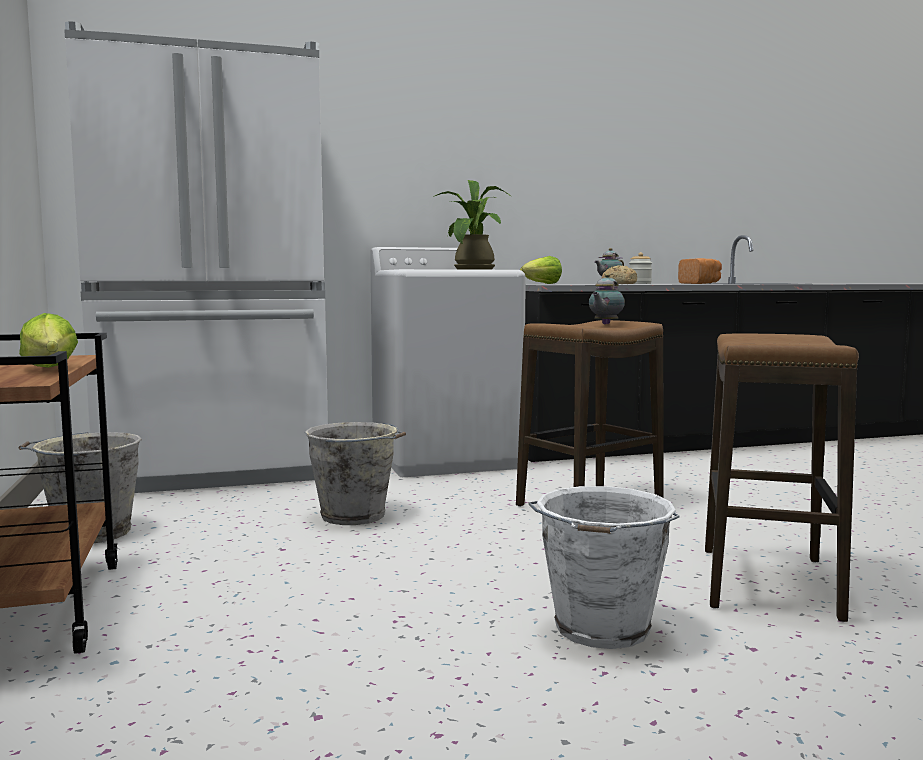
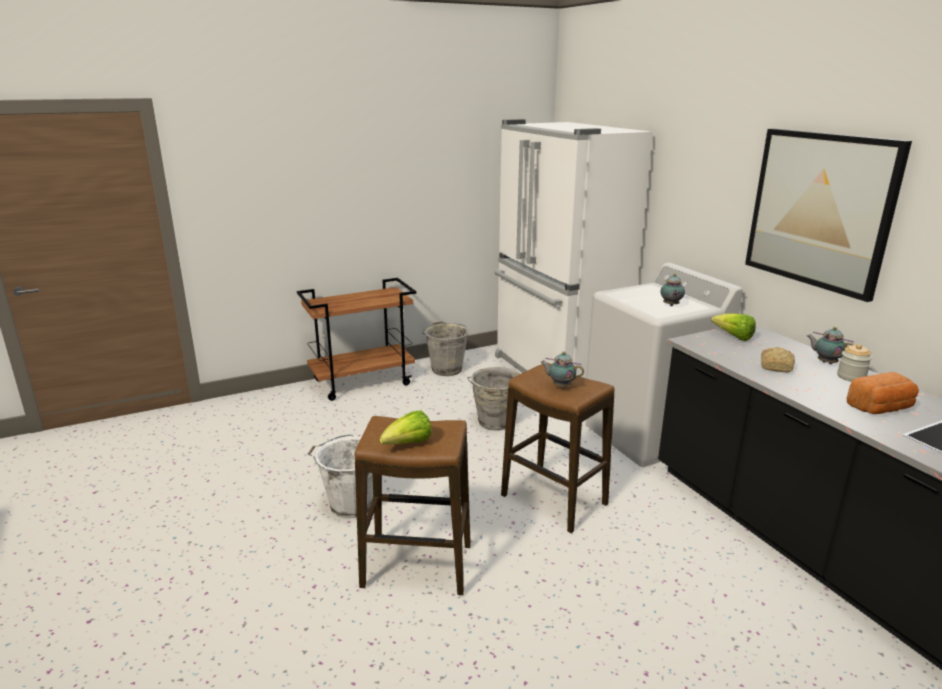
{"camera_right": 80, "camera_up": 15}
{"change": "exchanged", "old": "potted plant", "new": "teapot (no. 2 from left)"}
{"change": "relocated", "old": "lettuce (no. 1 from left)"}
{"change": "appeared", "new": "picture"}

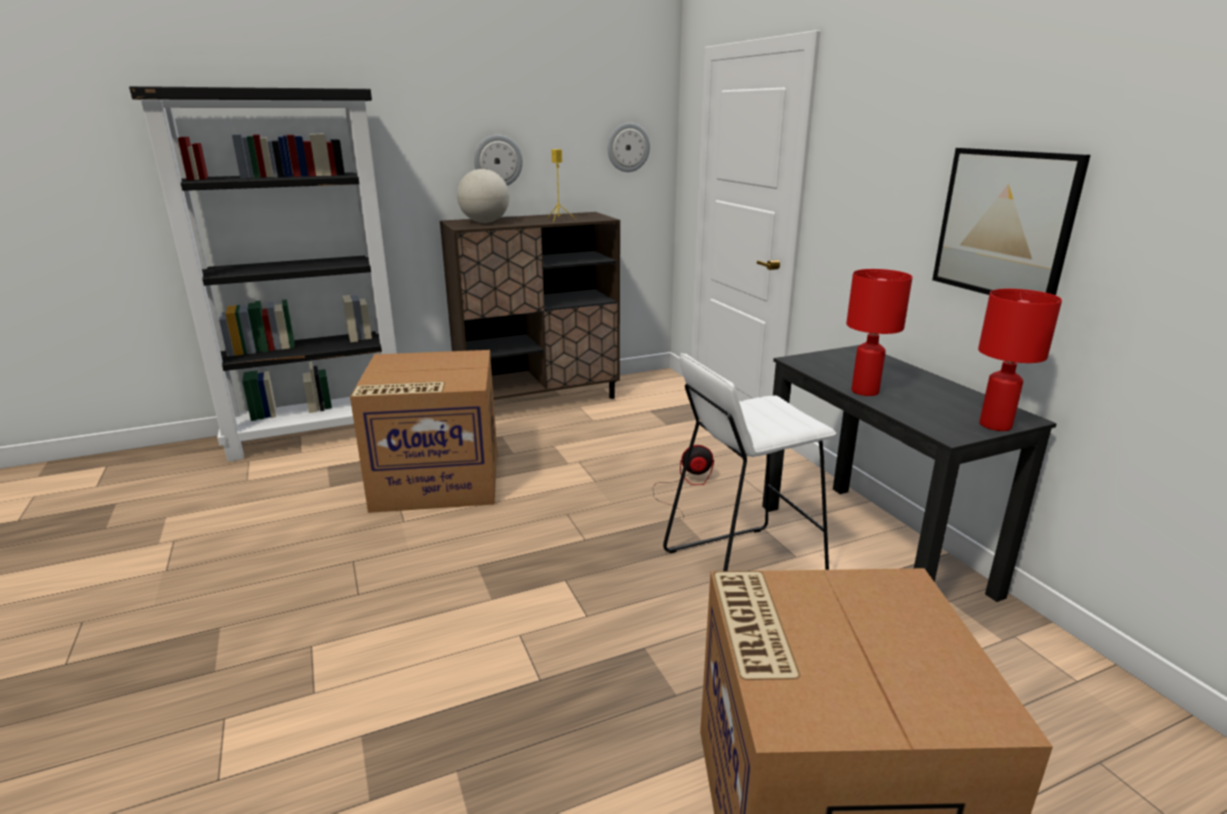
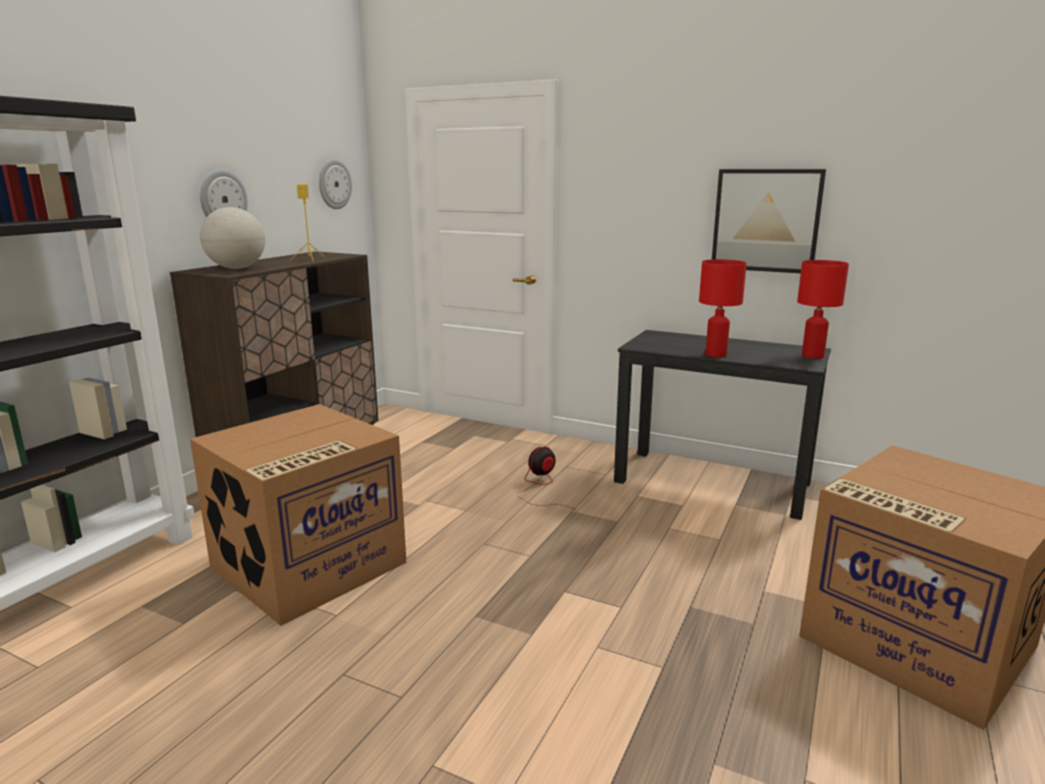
{"camera_right": -40, "camera_up": -5}
{"change": "missing", "old": "white stool"}

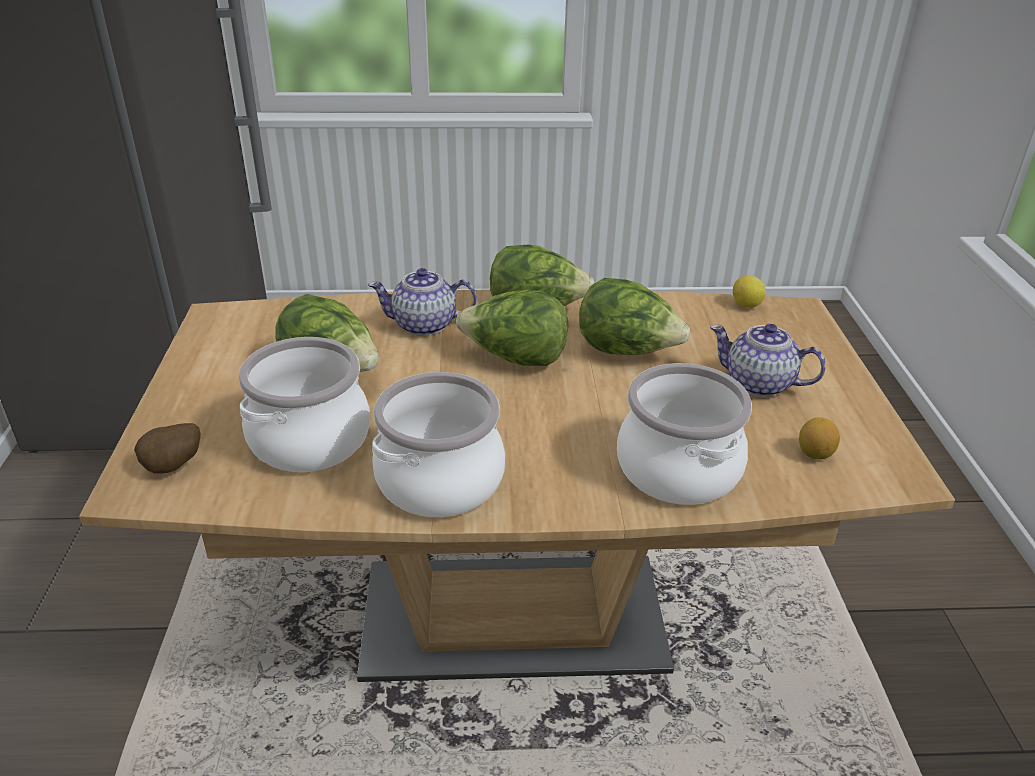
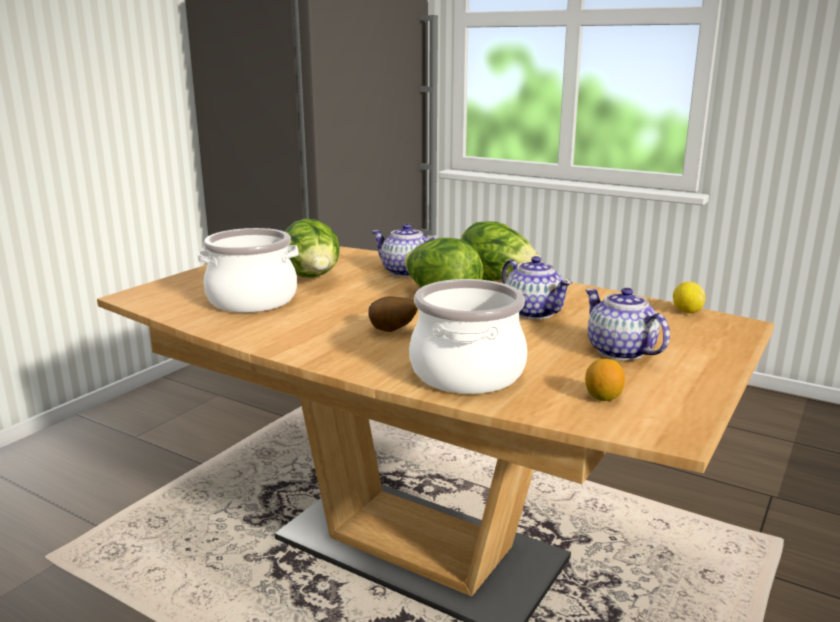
{"camera_right": 35, "camera_up": -15}
{"change": "exchanged", "old": "lettuce (no. 4 from left)", "new": "teapot (no. 2 from left)"}
{"change": "missing", "old": "cooking pot (no. 2 from left)"}
{"change": "relocated", "old": "potato"}

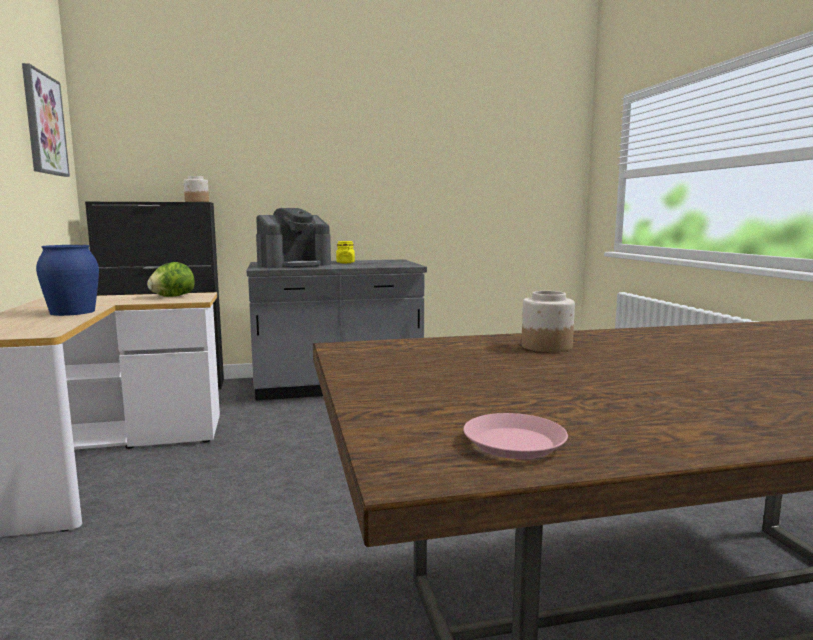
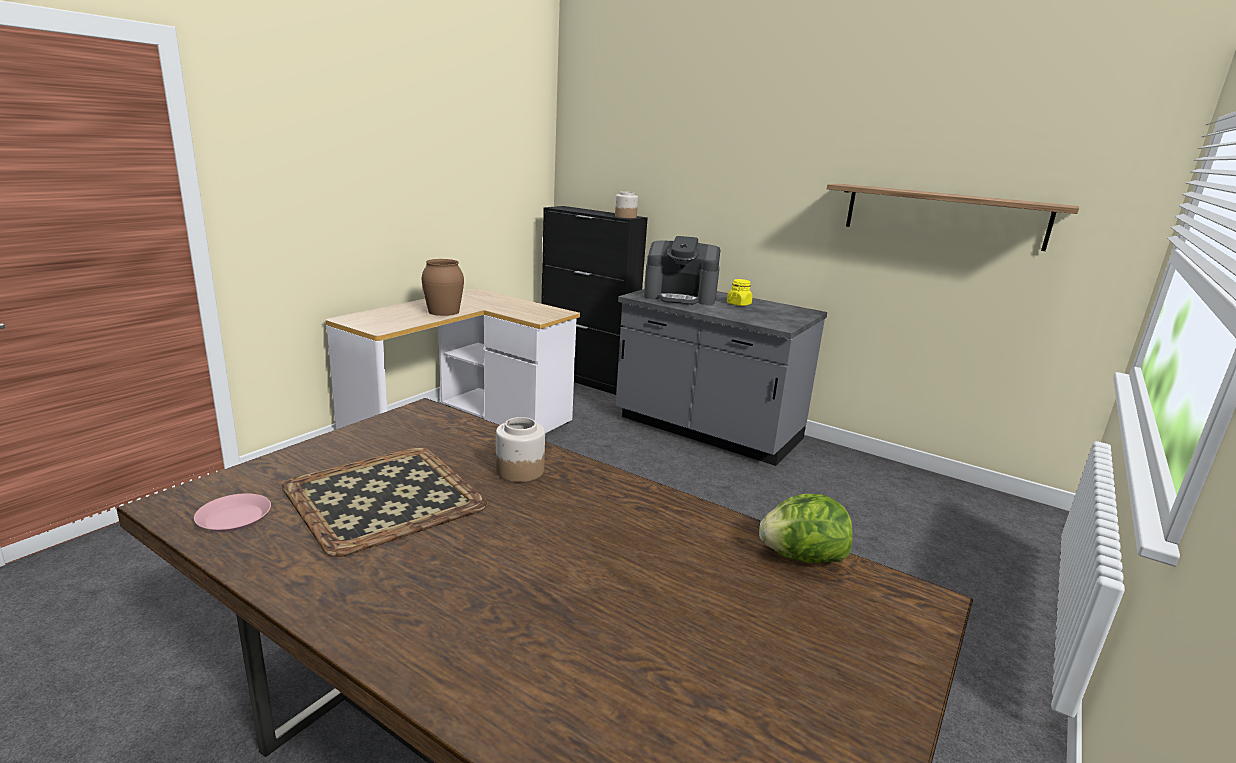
{"camera_right": 45, "camera_up": 10}
{"change": "missing", "old": "picture"}
{"change": "colour", "old": "blue vase", "new": "brown vase"}
{"change": "relocated", "old": "lettuce"}
{"change": "appeared", "new": "shelf"}
{"change": "appeared", "new": "tray"}

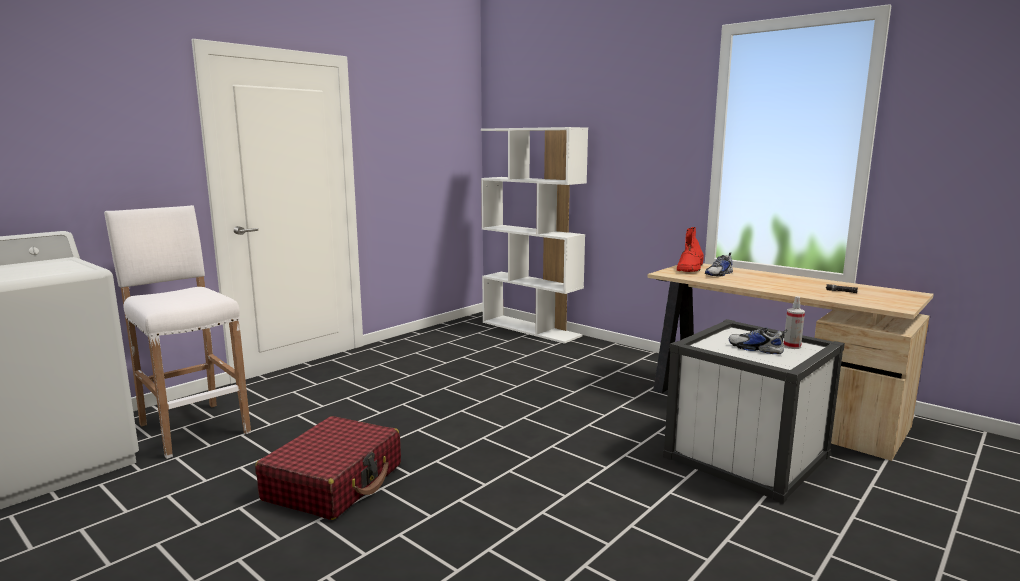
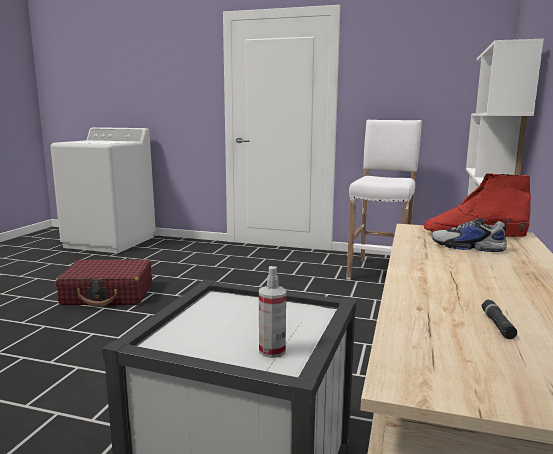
{"camera_right": 65, "camera_up": 0}
{"change": "relocated", "old": "white stool"}
{"change": "missing", "old": "shoe (no. 2 from left)"}

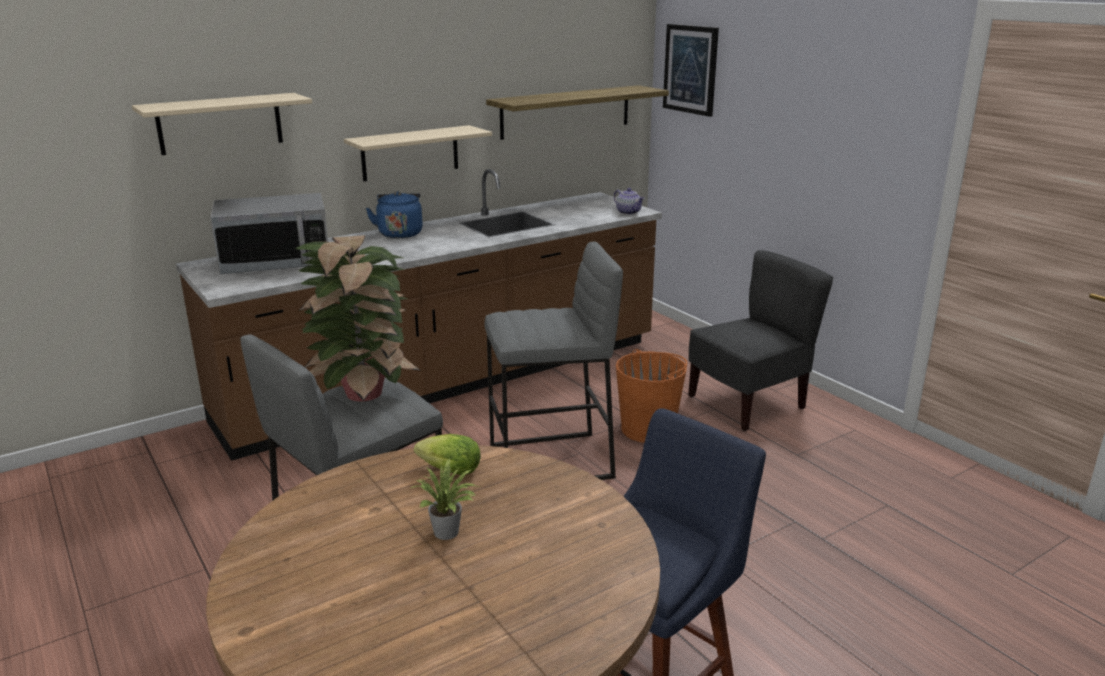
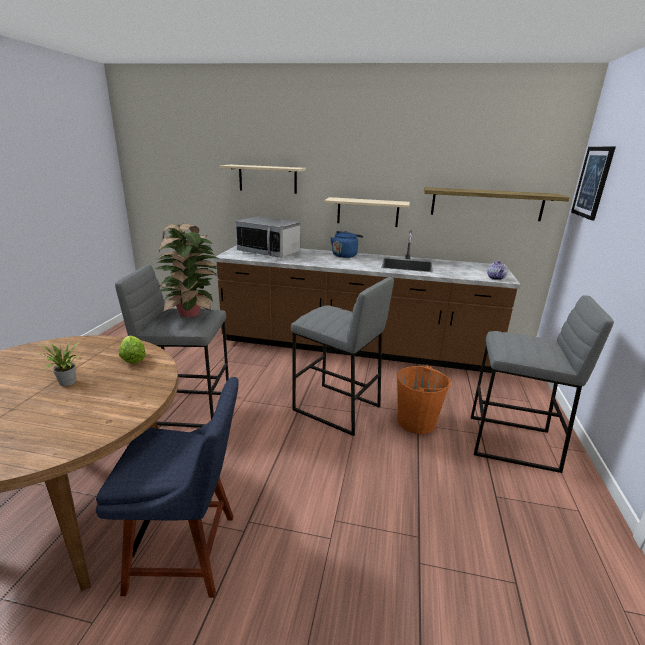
{"camera_right": 45, "camera_up": 0}
{"change": "exchanged", "old": "grey chair", "new": "grey stool (no. 3 from left)"}

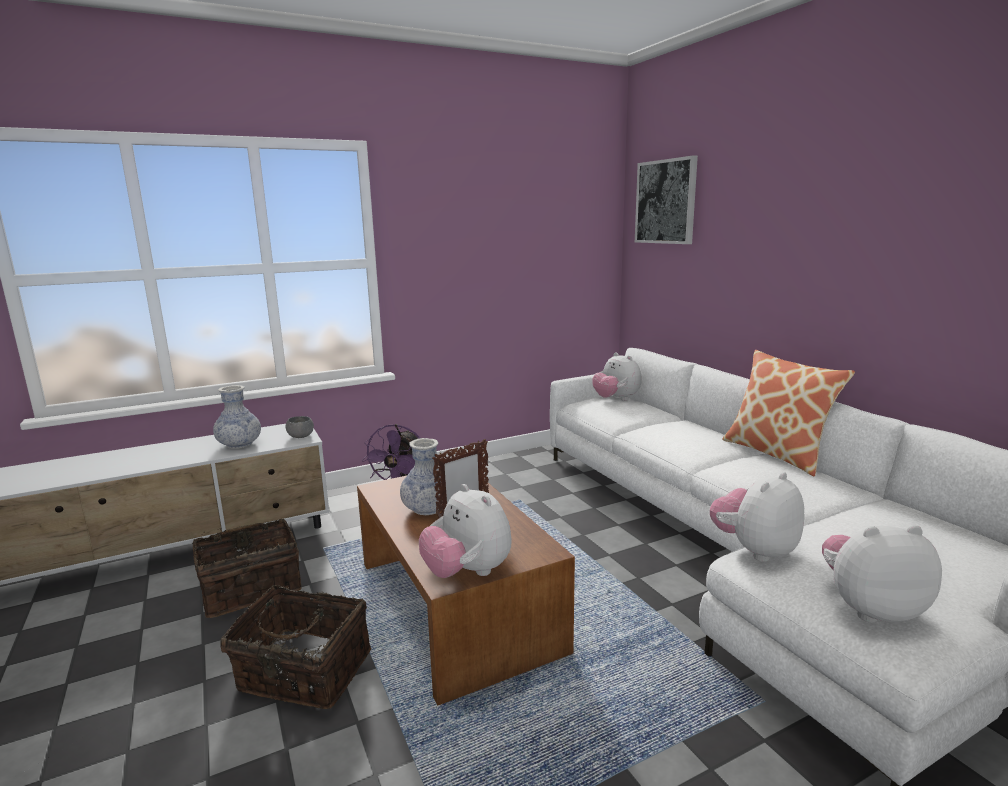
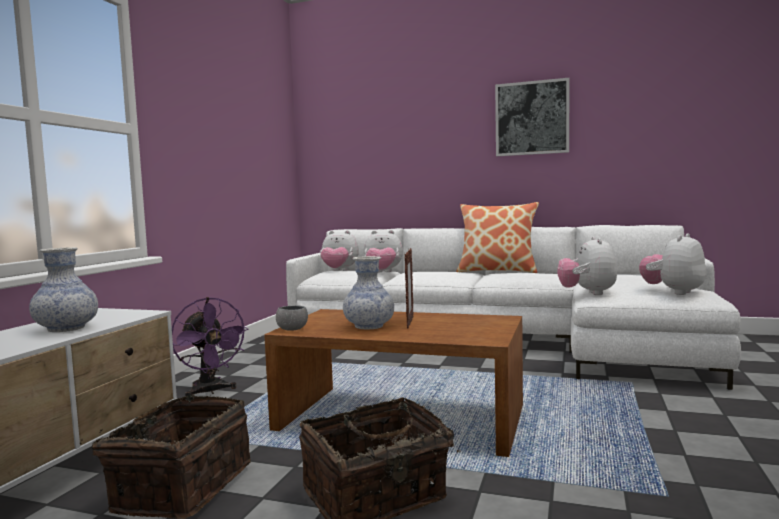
{"camera_right": -45, "camera_up": -10}
{"change": "relocated", "old": "picture"}
{"change": "relocated", "old": "grey bowl"}
{"change": "relocated", "old": "plush toy (no. 1 from left in the first image)", "new": "plush toy (no. 2 from left)"}

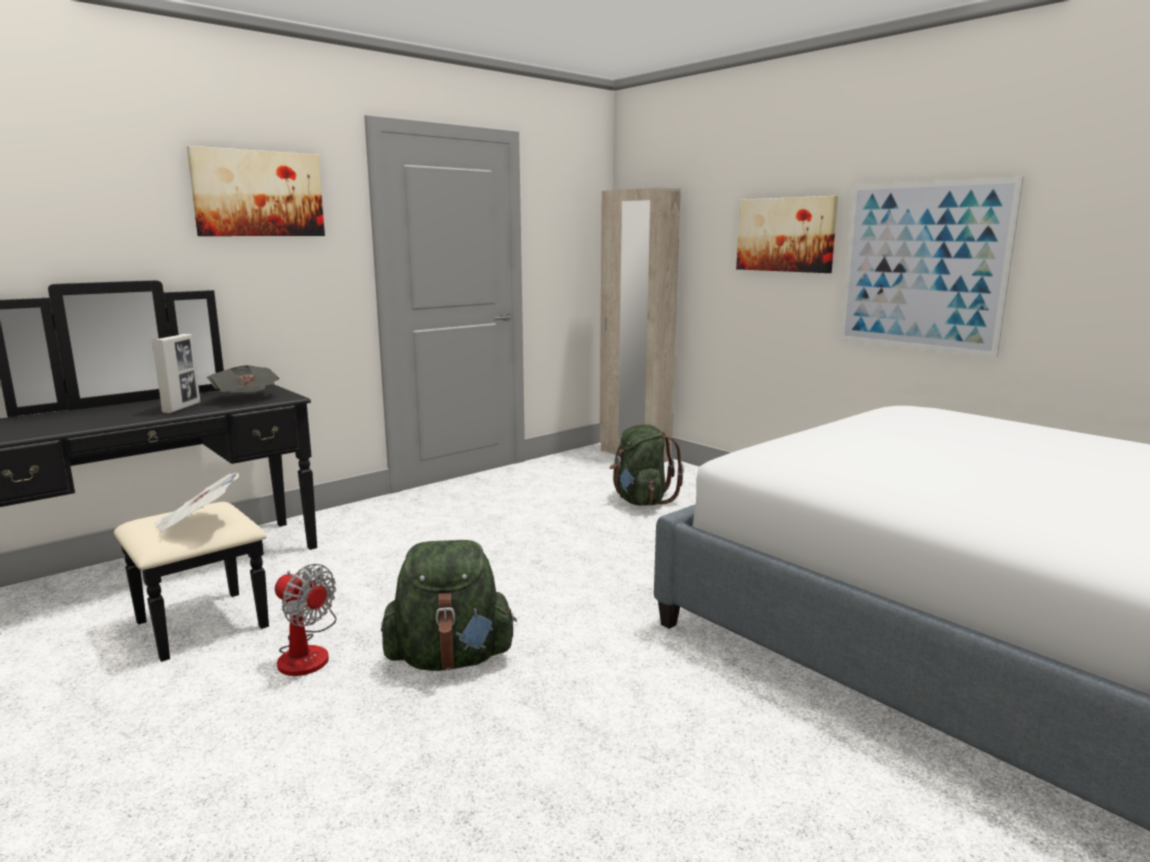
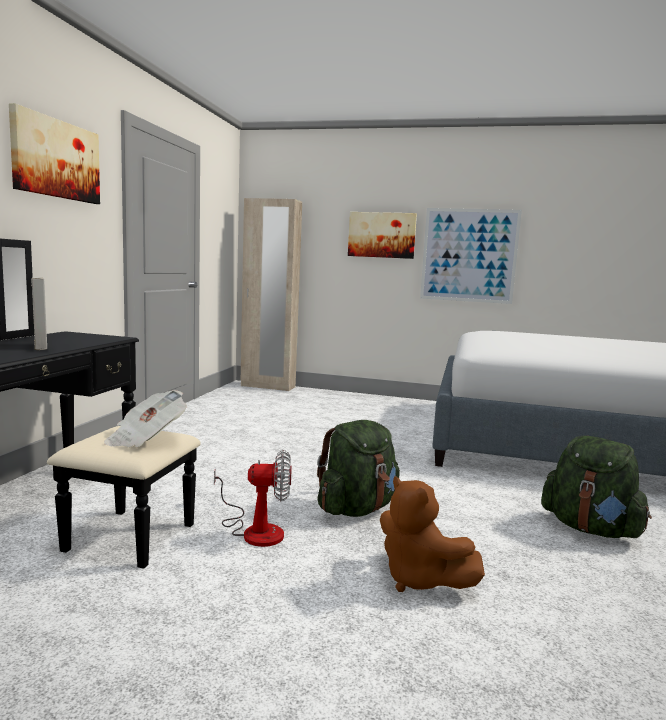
{"camera_right": -35, "camera_up": -5}
{"change": "missing", "old": "newspaper (no. 2 from left)"}
{"change": "relocated", "old": "green backpack (no. 2 from left)"}
{"change": "appeared", "new": "brown plush toy"}

